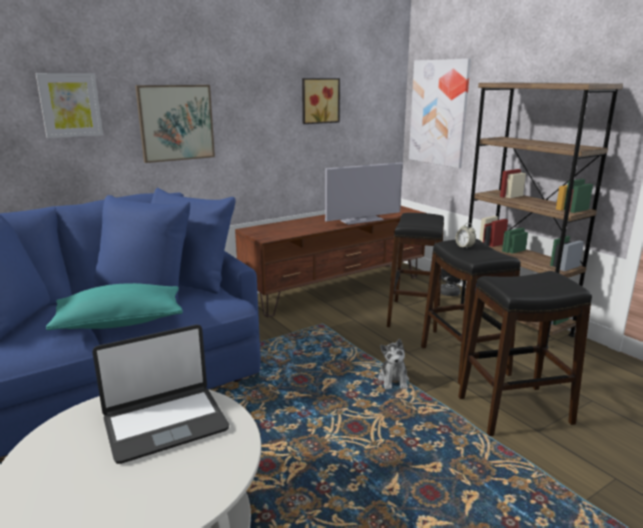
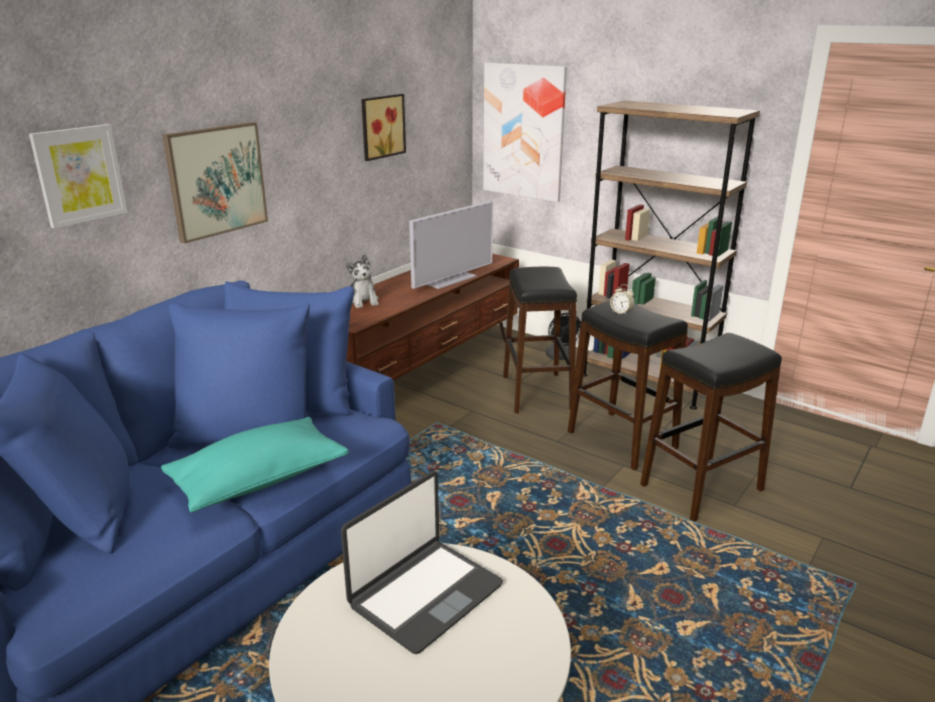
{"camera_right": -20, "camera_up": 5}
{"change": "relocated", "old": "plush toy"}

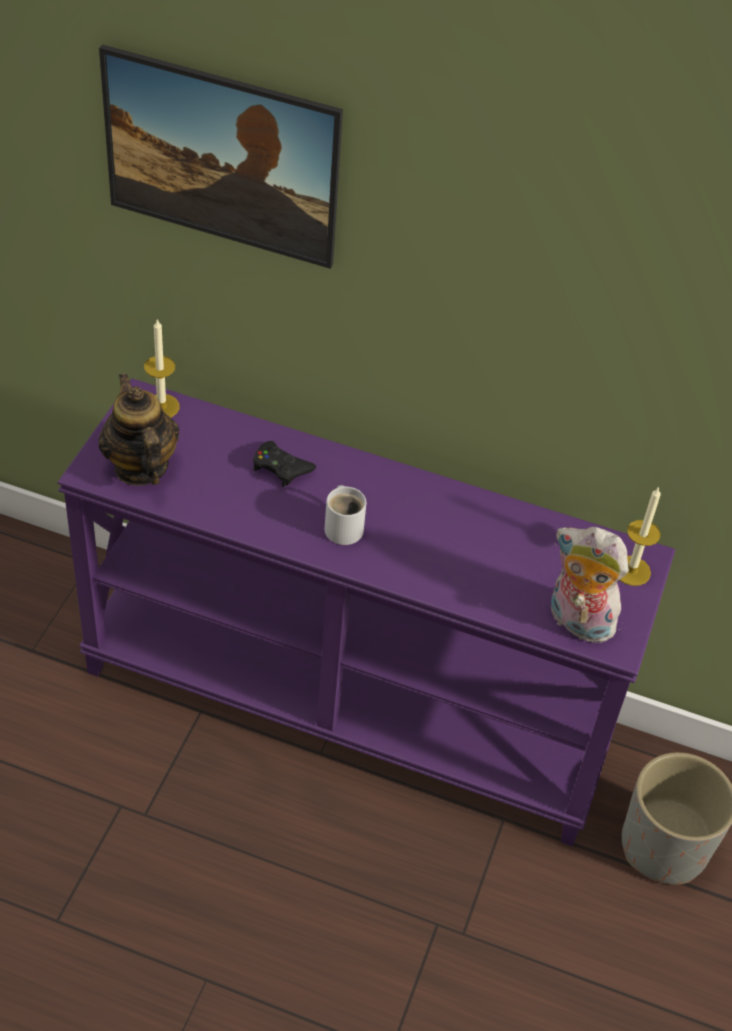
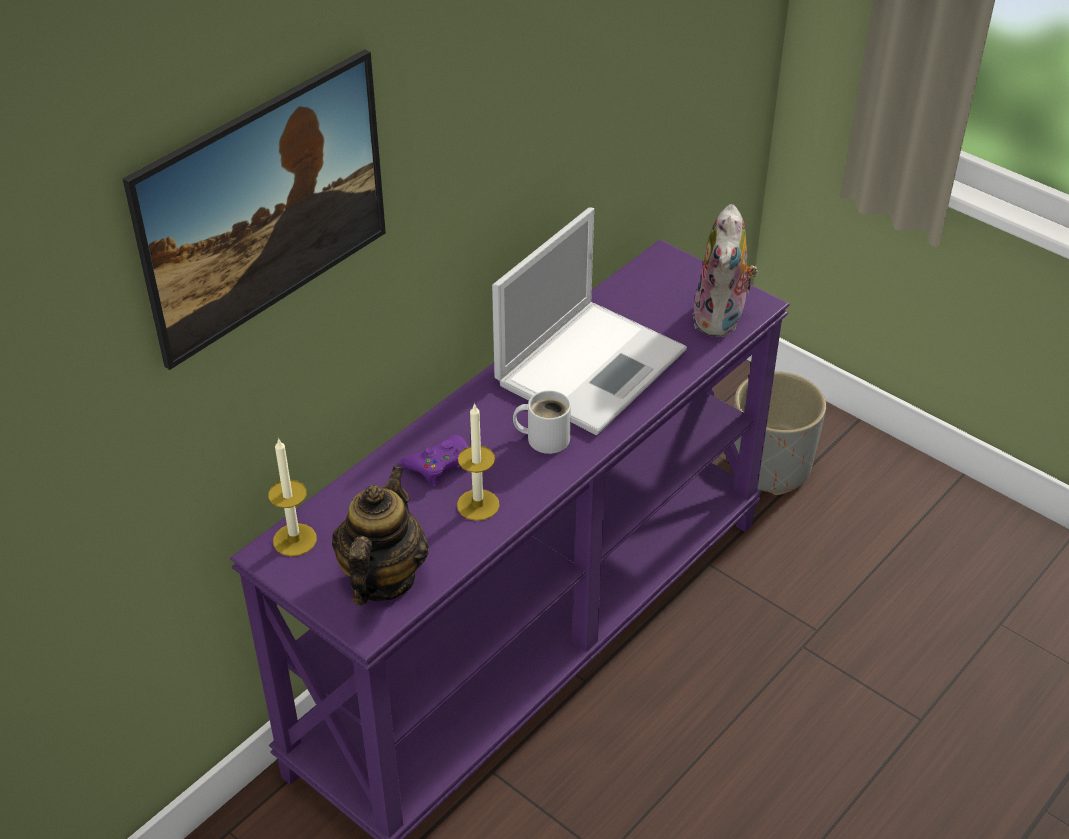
{"camera_right": -65, "camera_up": -5}
{"change": "spun", "old": "teapot", "degrees": 105}
{"change": "colour", "old": "black game controller", "new": "purple game controller"}
{"change": "relocated", "old": "candle (no. 2 from left)"}
{"change": "spun", "old": "plush toy", "degrees": -45}
{"change": "appeared", "new": "laptop"}

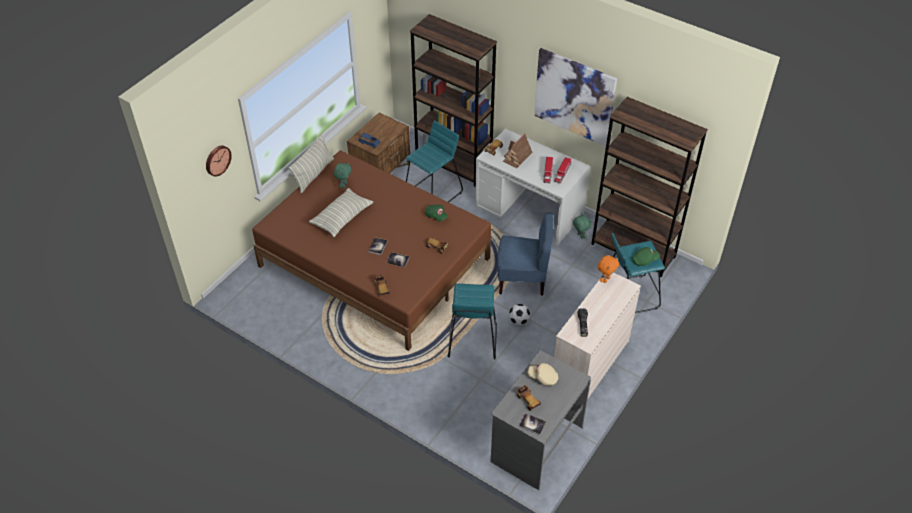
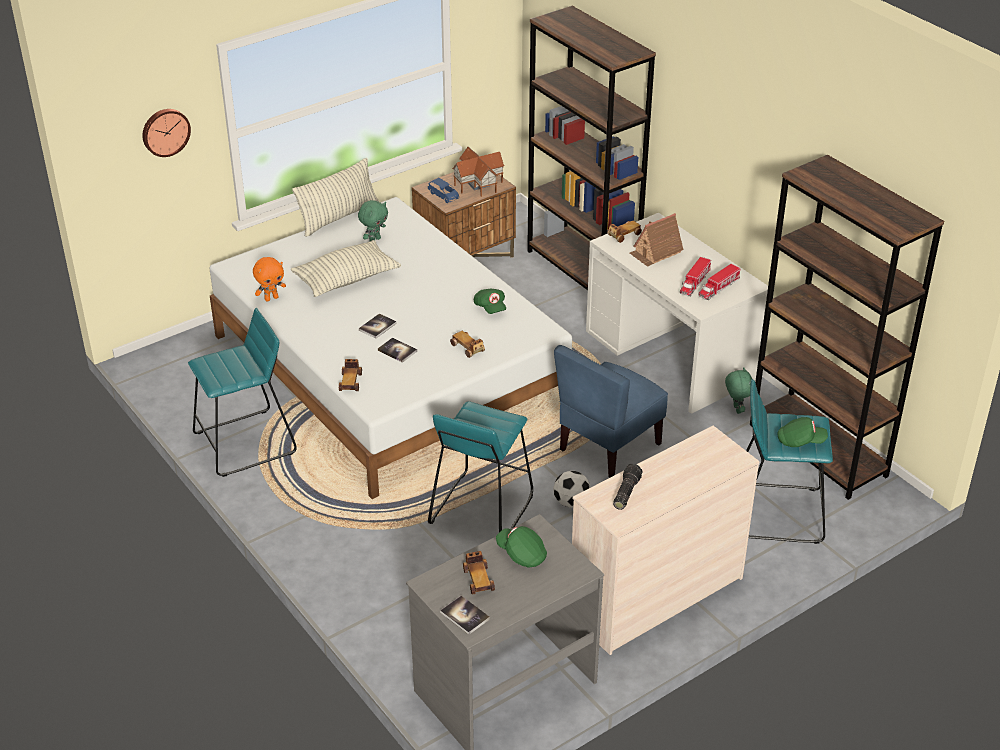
{"camera_right": 20, "camera_up": -10}
{"change": "missing", "old": "picture"}
{"change": "relocated", "old": "turquoise stool (no. 1 from left)"}
{"change": "colour", "old": "brown bed", "new": "white bed"}
{"change": "spun", "old": "blue chair", "degrees": 105}
{"change": "relocated", "old": "orange plush toy"}
{"change": "colour", "old": "beige cap", "new": "green cap (no. 2 from left)"}
{"change": "appeared", "new": "toy house (no. 1 from left)"}

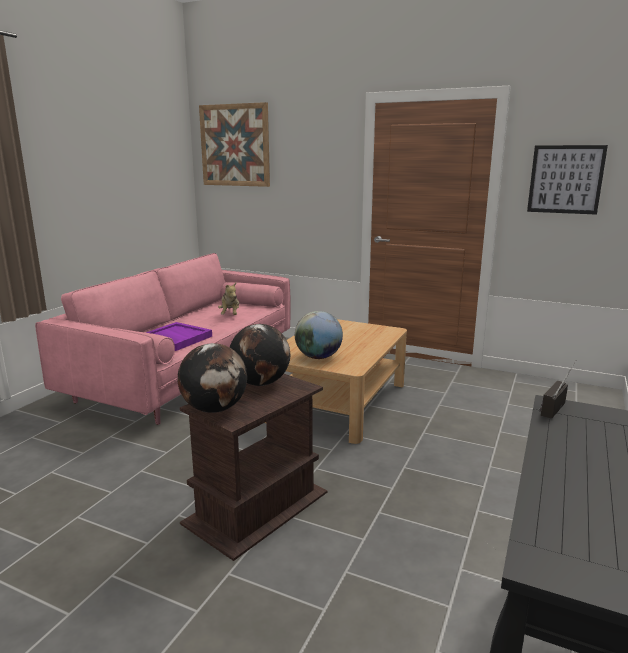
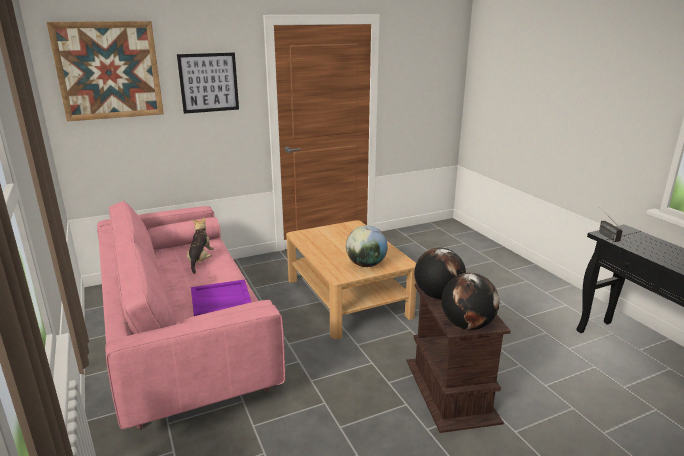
{"camera_right": -50, "camera_up": 5}
{"change": "relocated", "old": "picture (no. 2 from left)"}
{"change": "spun", "old": "plush toy", "degrees": -120}

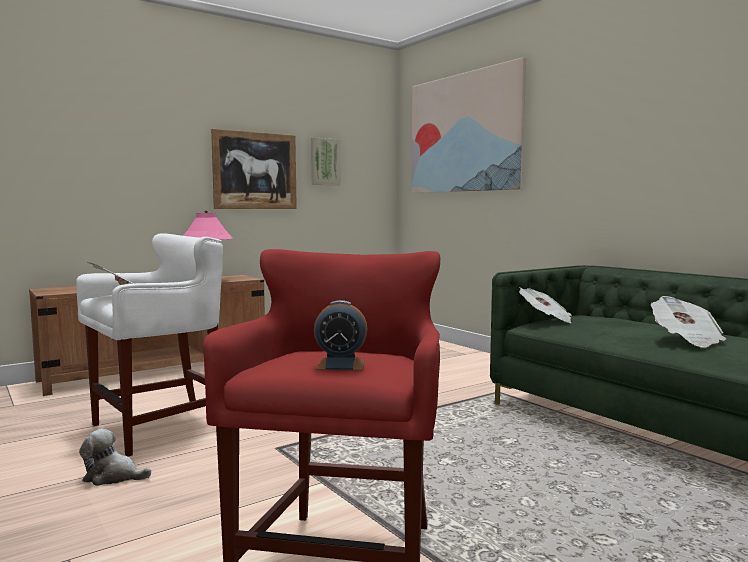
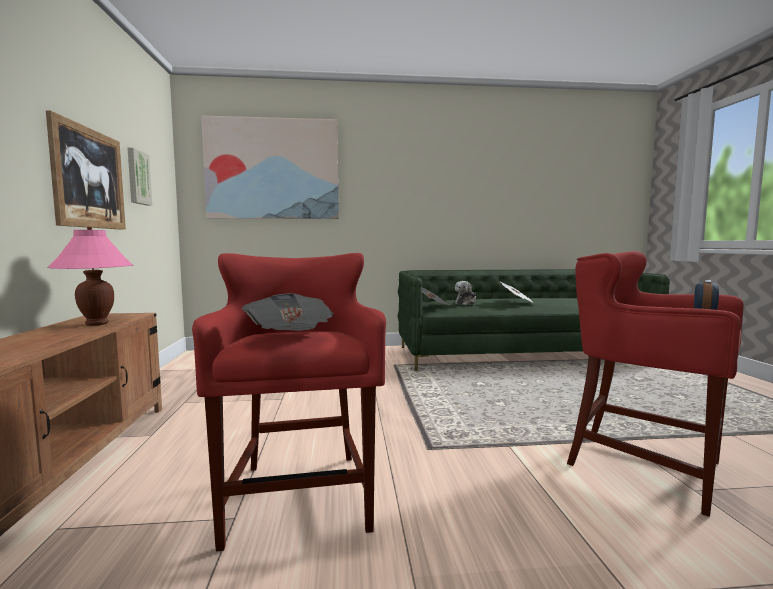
{"camera_right": -60, "camera_up": 0}
{"change": "colour", "old": "white stool", "new": "red stool (no. 1 from left)"}
{"change": "relocated", "old": "plush toy"}

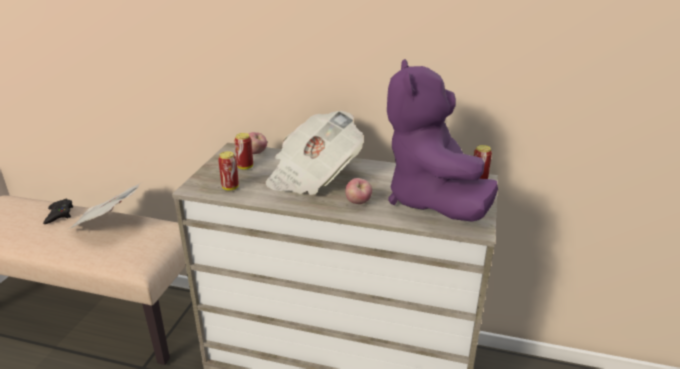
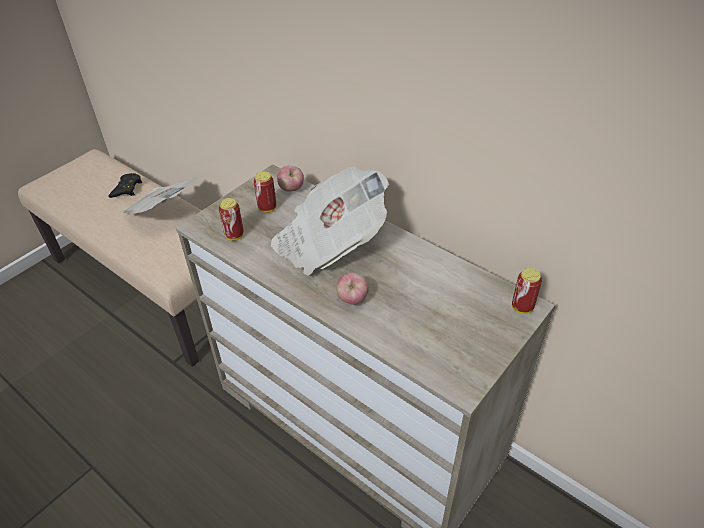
{"camera_right": 25, "camera_up": 15}
{"change": "missing", "old": "purple plush toy"}

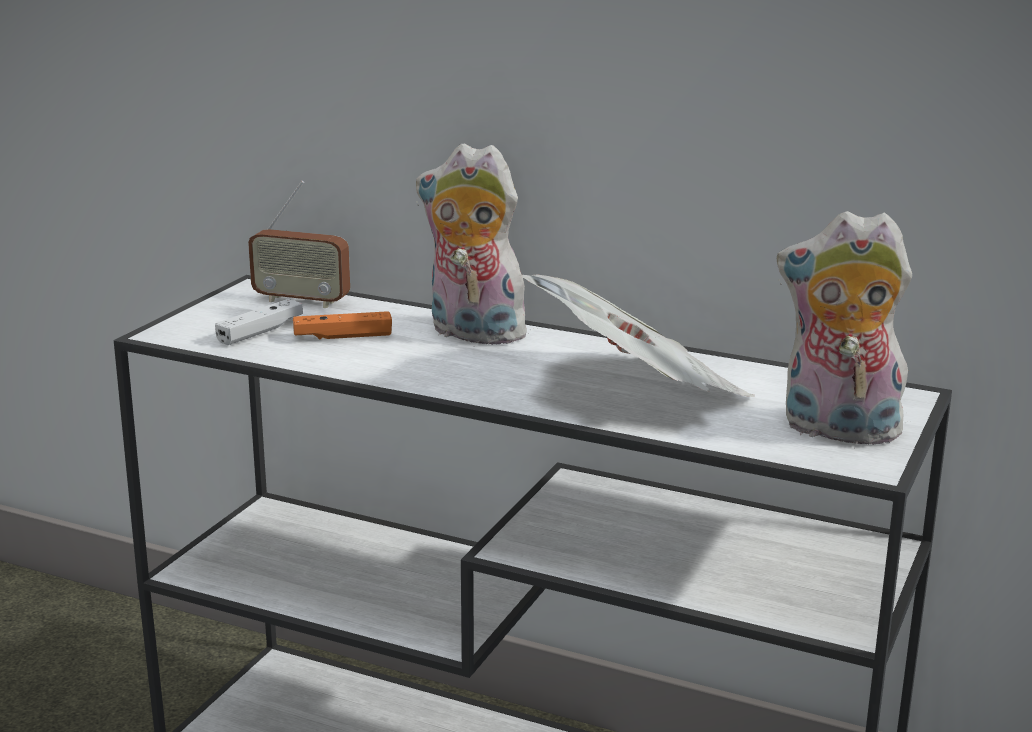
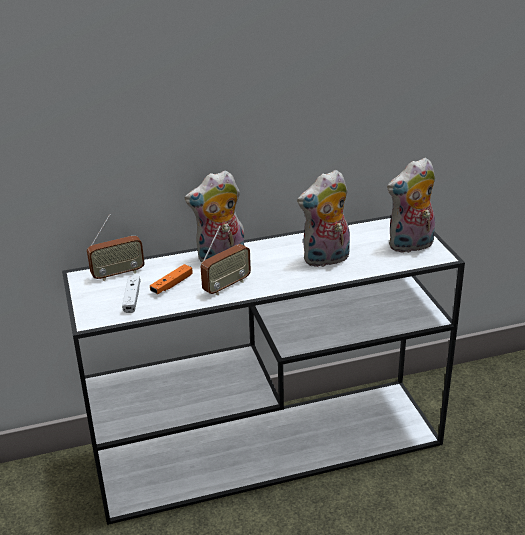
{"camera_right": -40, "camera_up": 10}
{"change": "exchanged", "old": "newspaper", "new": "plush toy (no. 2 from left)"}
{"change": "appeared", "new": "radio (no. 2 from left)"}

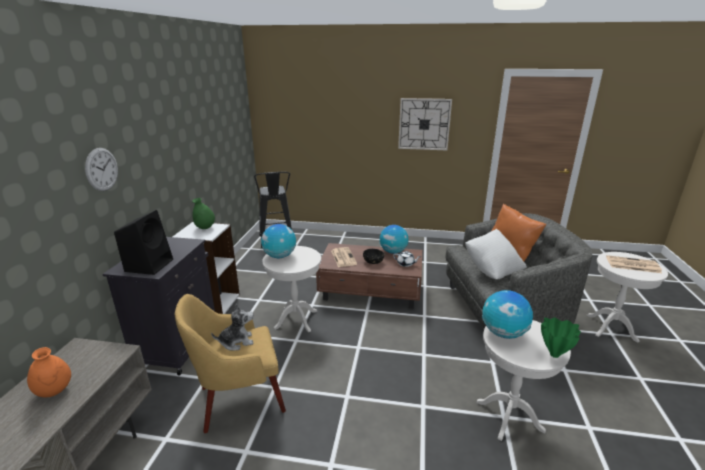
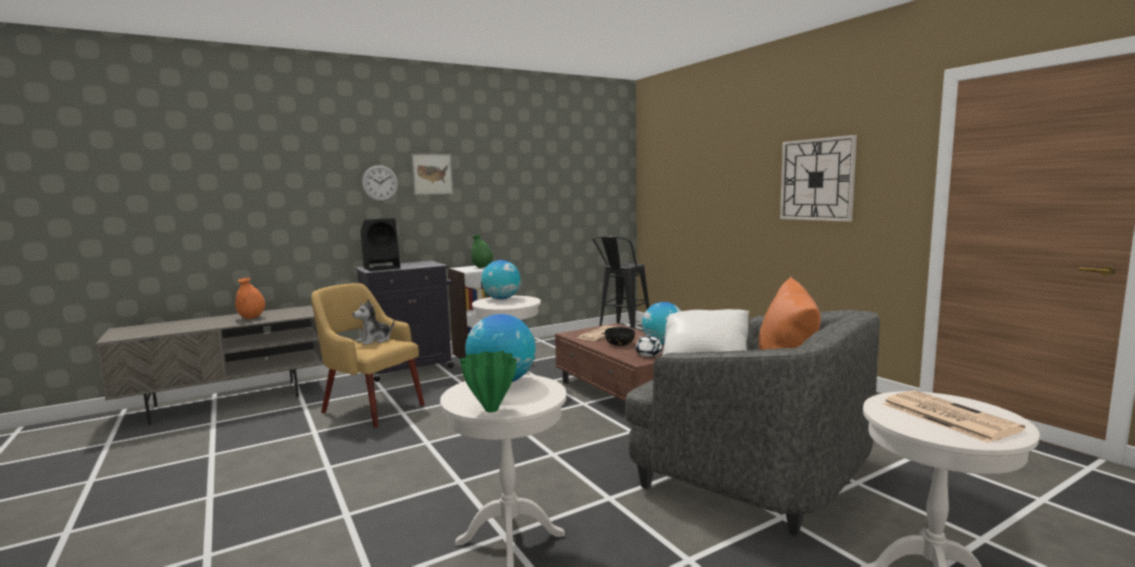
{"camera_right": 50, "camera_up": -15}
{"change": "spun", "old": "plush toy", "degrees": 105}
{"change": "appeared", "new": "picture"}

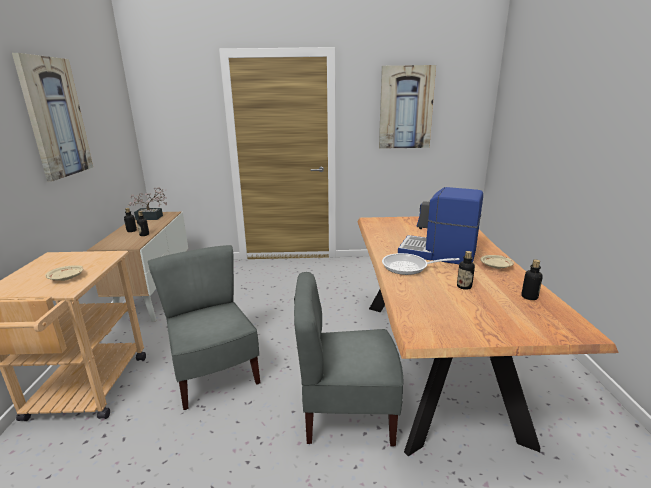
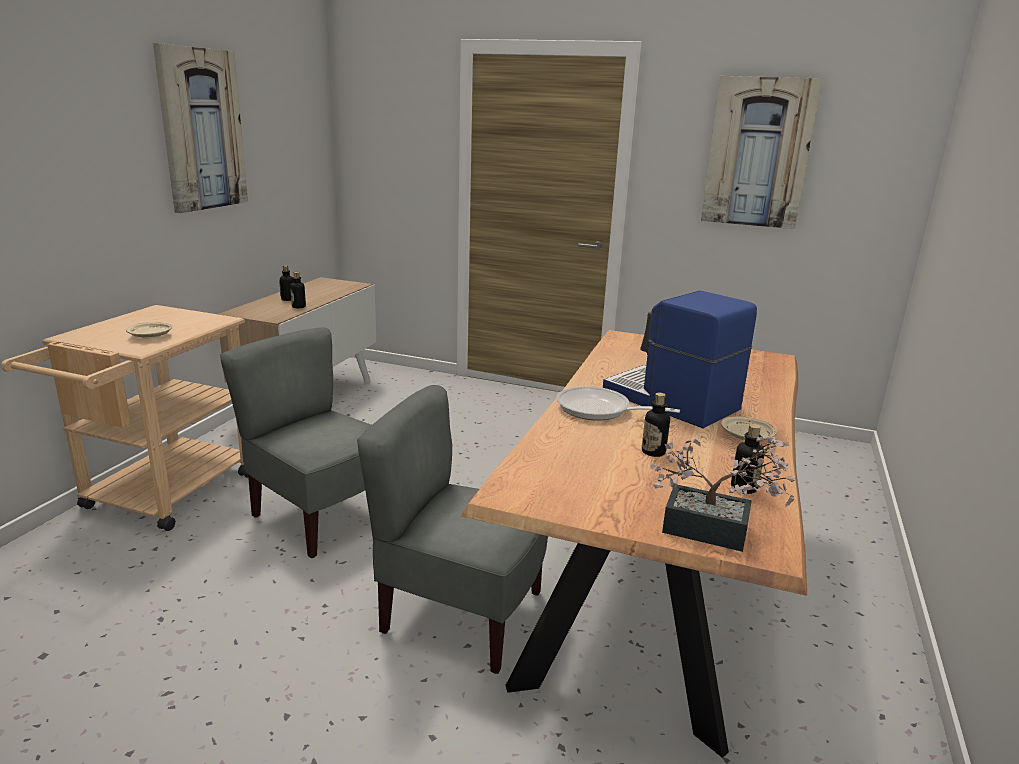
{"camera_right": 20, "camera_up": 0}
{"change": "relocated", "old": "potted plant"}
{"change": "spun", "old": "grey chair (no. 1 from left)", "degrees": -45}

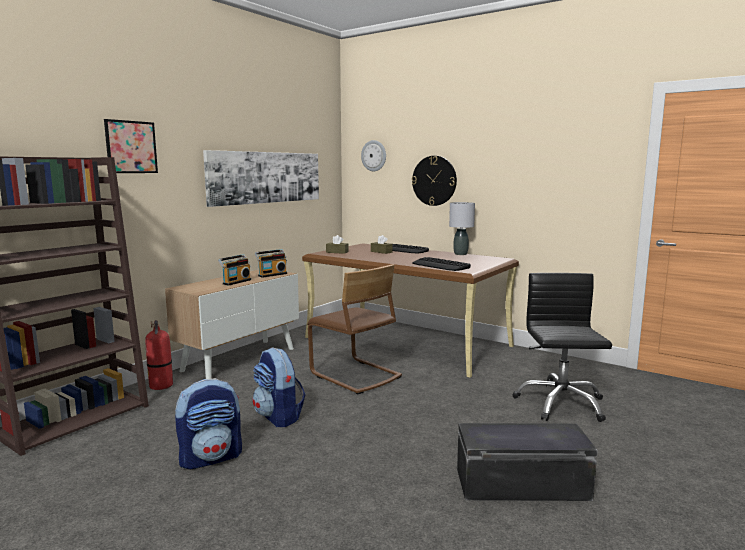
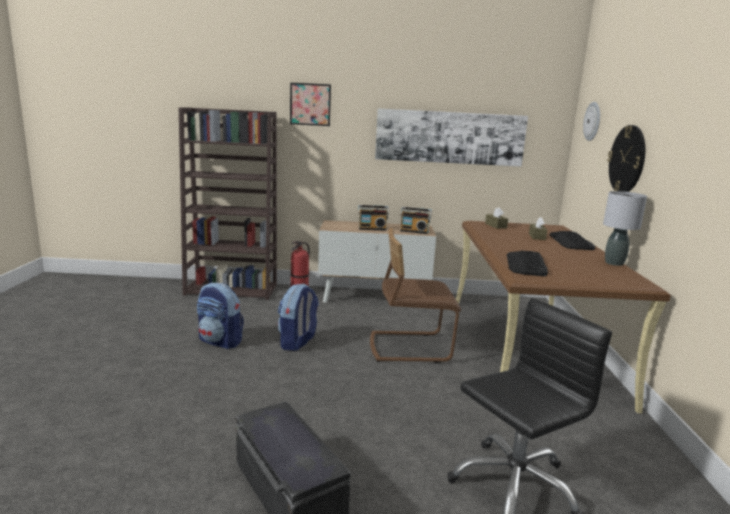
{"camera_right": 55, "camera_up": 5}
{"change": "spun", "old": "brown chair", "degrees": 75}

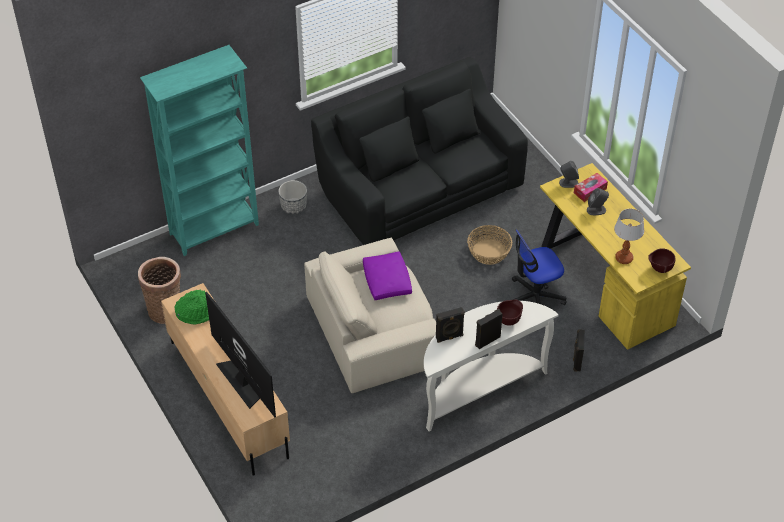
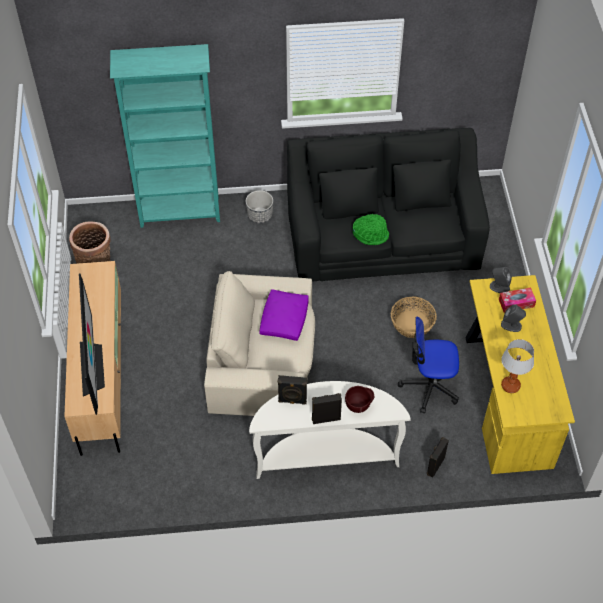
{"camera_right": 25, "camera_up": 5}
{"change": "missing", "old": "brown bowl (no. 2 from left)"}
{"change": "relocated", "old": "green hat"}

